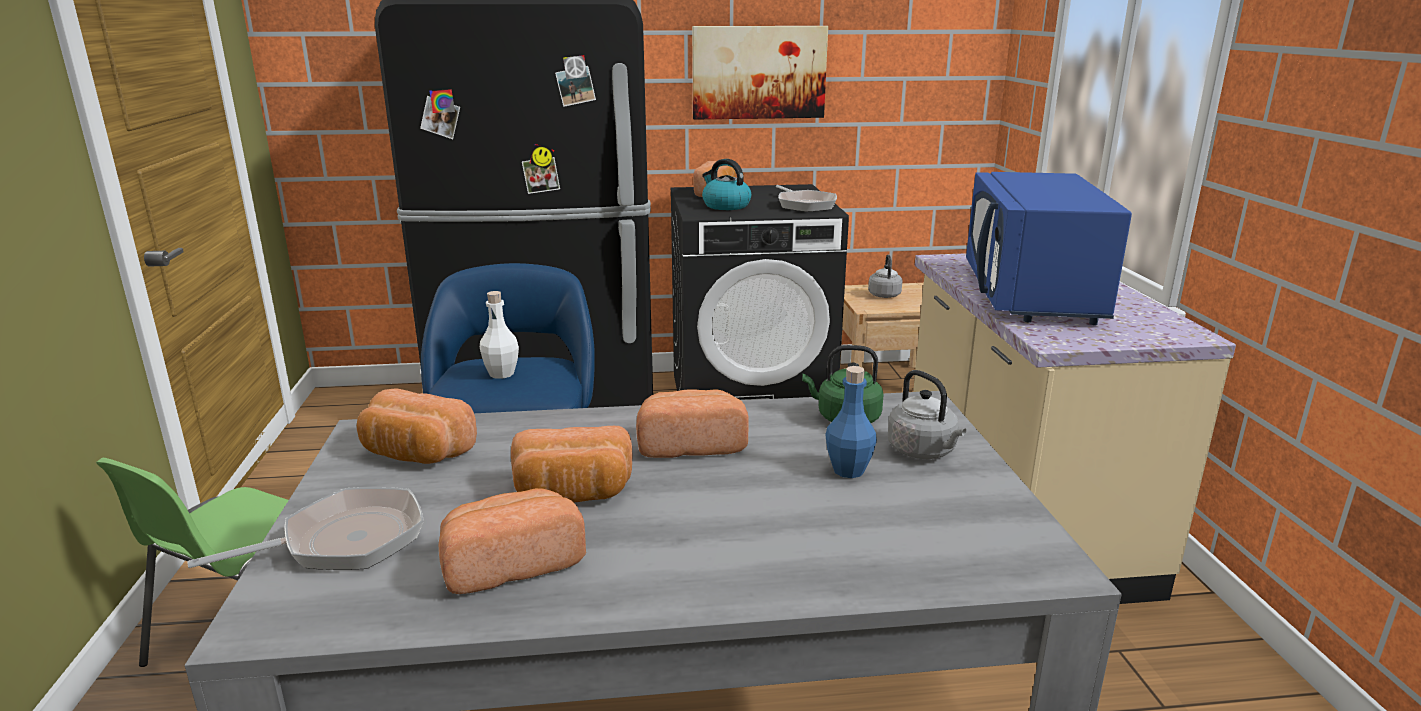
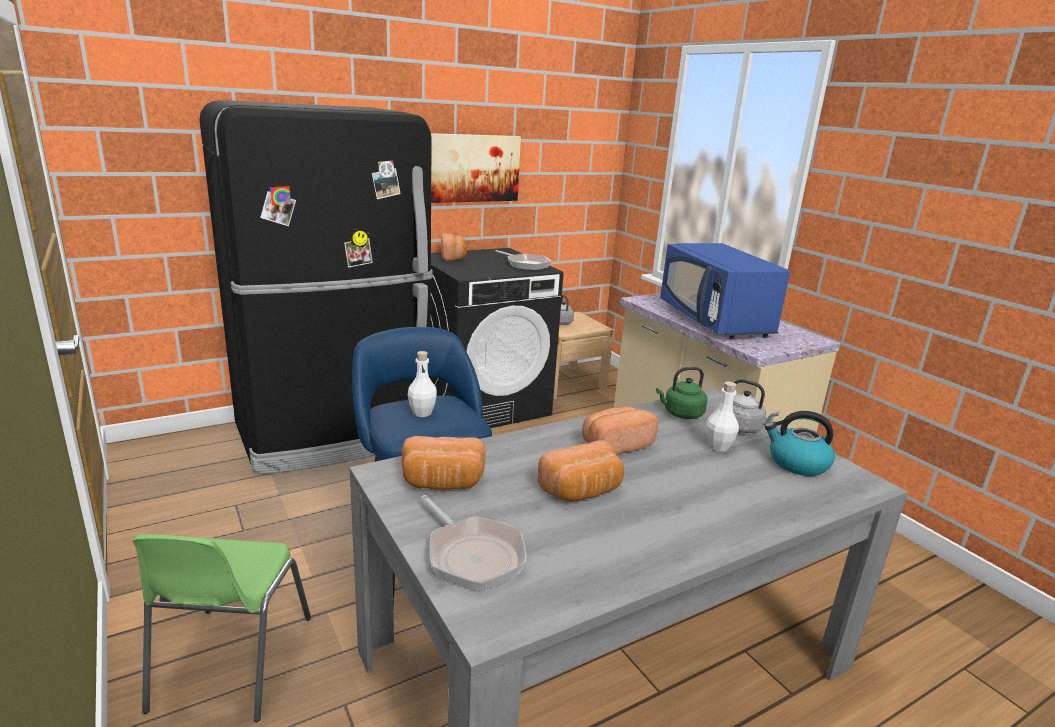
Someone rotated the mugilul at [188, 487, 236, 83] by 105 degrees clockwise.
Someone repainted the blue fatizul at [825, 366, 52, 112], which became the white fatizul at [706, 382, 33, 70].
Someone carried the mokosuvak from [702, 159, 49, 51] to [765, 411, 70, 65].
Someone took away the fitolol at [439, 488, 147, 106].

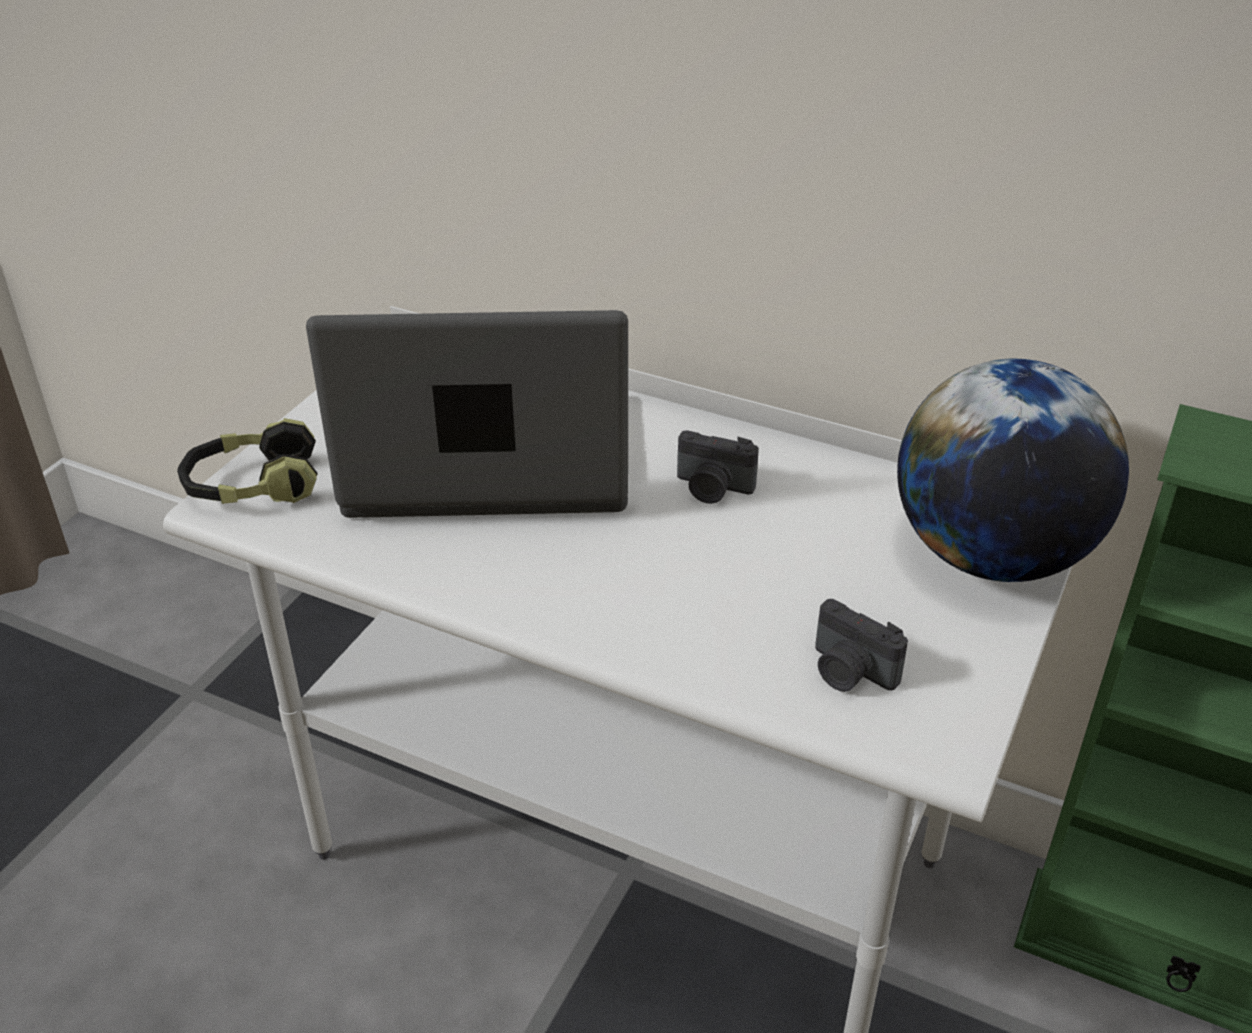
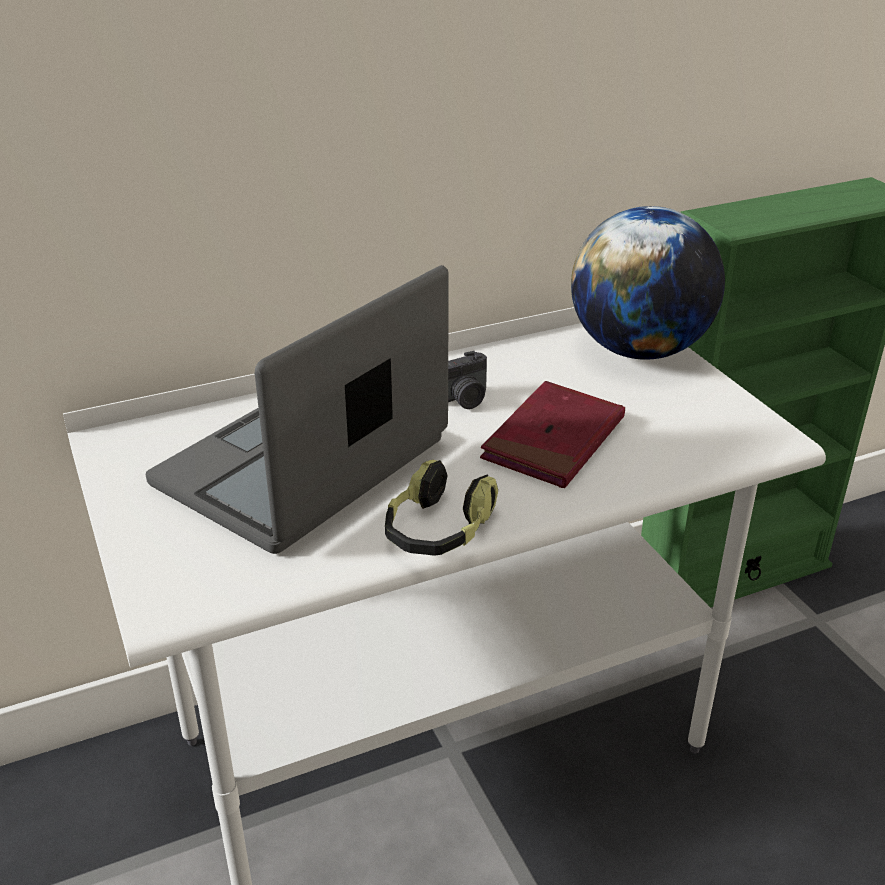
Someone carried the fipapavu from [177, 418, 141, 86] to [385, 460, 113, 96].
Someone put down the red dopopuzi at [480, 381, 145, 107].
Someone took away the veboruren at [815, 599, 93, 93].

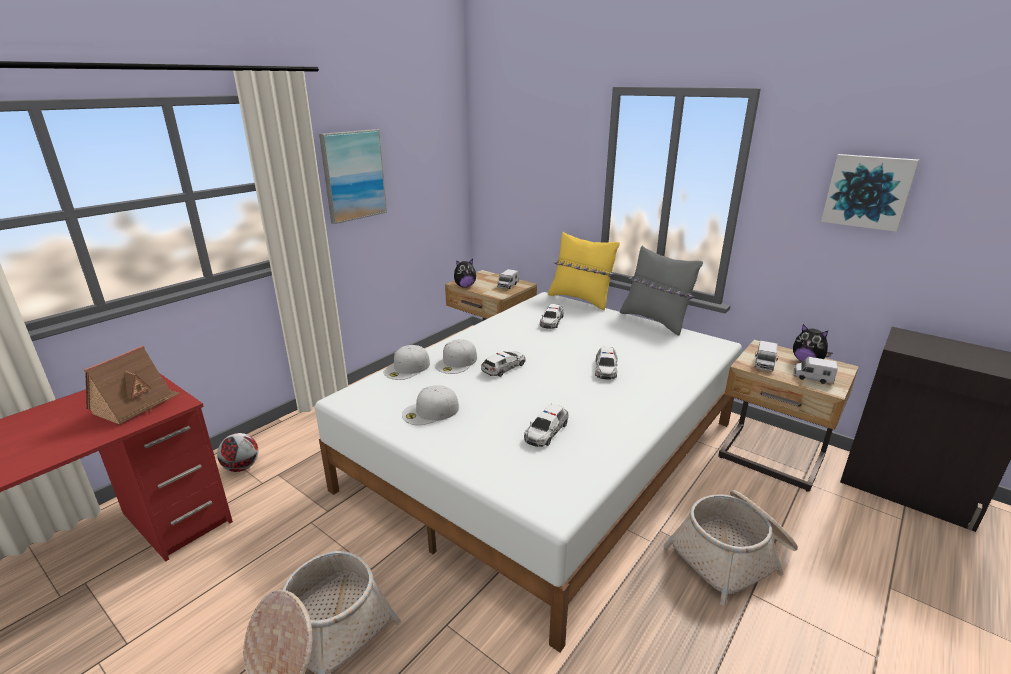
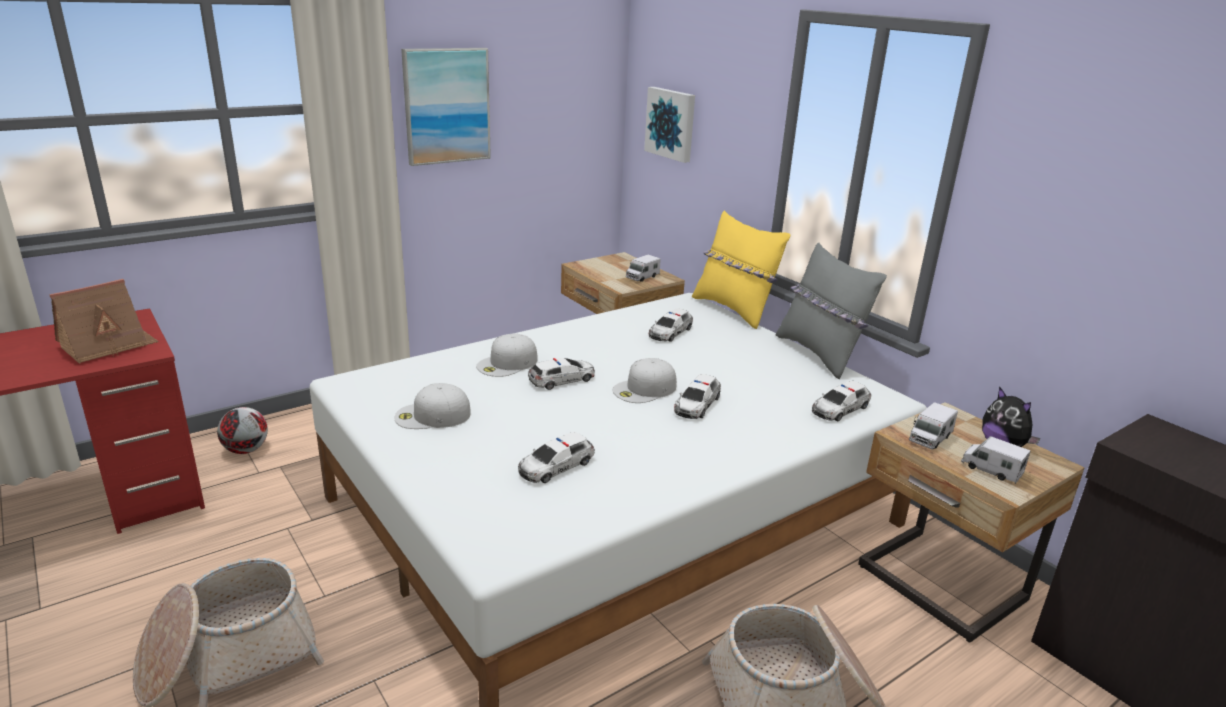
Someone carried the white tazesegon from [384, 345, 46, 35] to [612, 358, 65, 45].
Someone carried the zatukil from [821, 154, 98, 78] to [644, 87, 51, 76].
Someone put down the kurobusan at [812, 381, 59, 40].
Someone took away the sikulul at [454, 259, 22, 29].

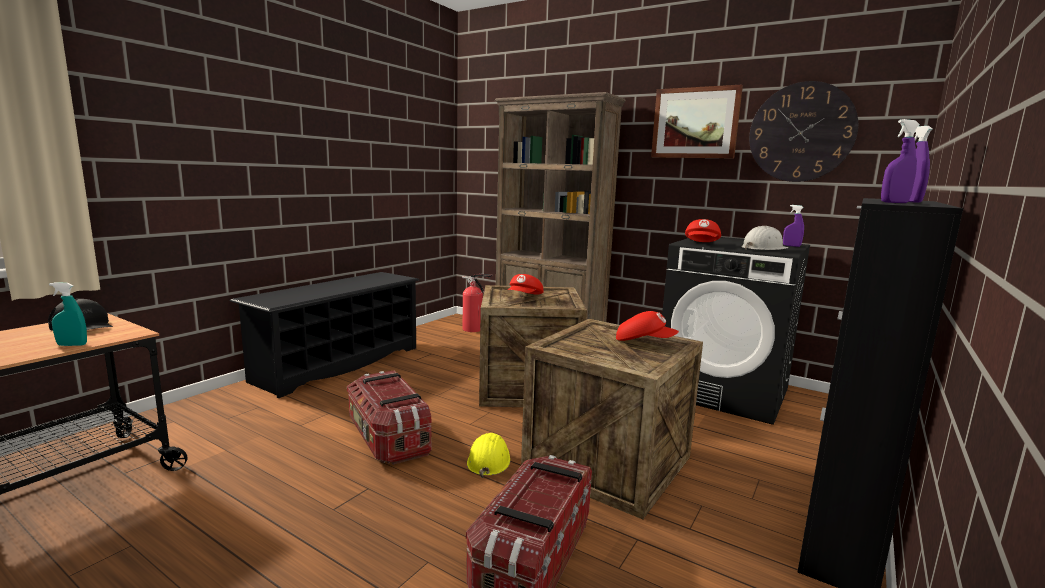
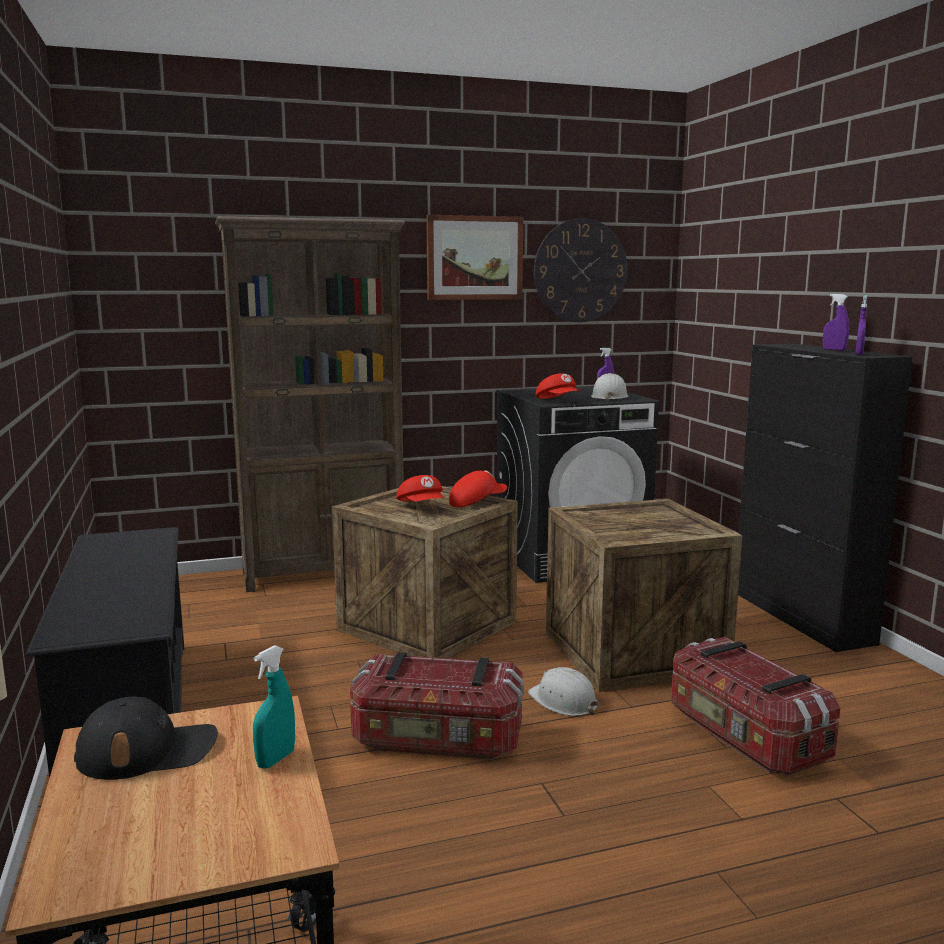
Someone carried the red tazesegon from [616, 311, 63, 30] to [449, 470, 58, 37].
Someone repainted the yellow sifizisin at [467, 433, 43, 45], which became the white sifizisin at [528, 667, 71, 49].
Someone took away the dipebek at [462, 274, 30, 58].

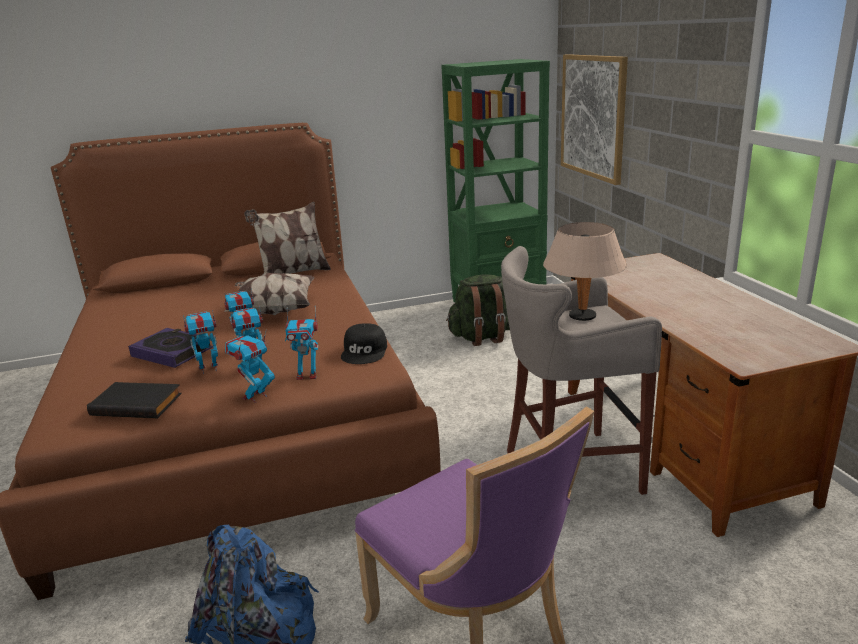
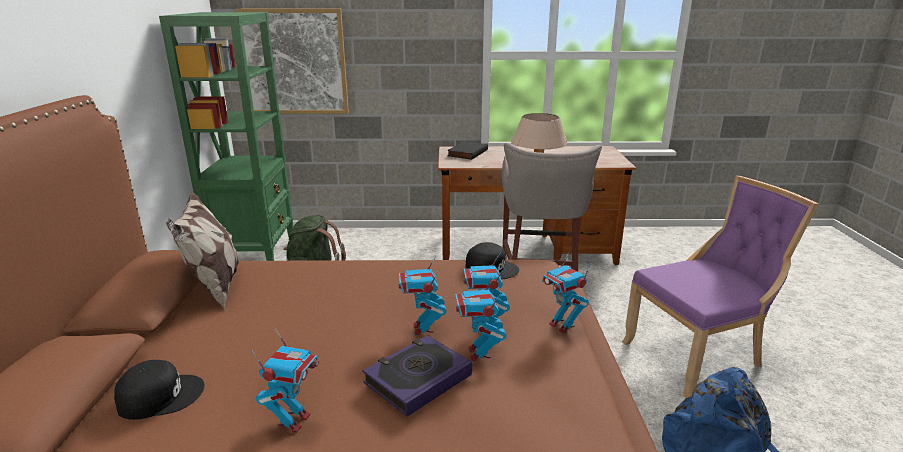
Someone put down the black tazesegon at [114, 360, 91, 60].
Someone carried the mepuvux from [285, 306, 33, 74] to [252, 328, 67, 105].
Someone carried the black dopopuzi from [87, 382, 95, 36] to [447, 141, 41, 19].
Someone took away the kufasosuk at [224, 273, 91, 42].

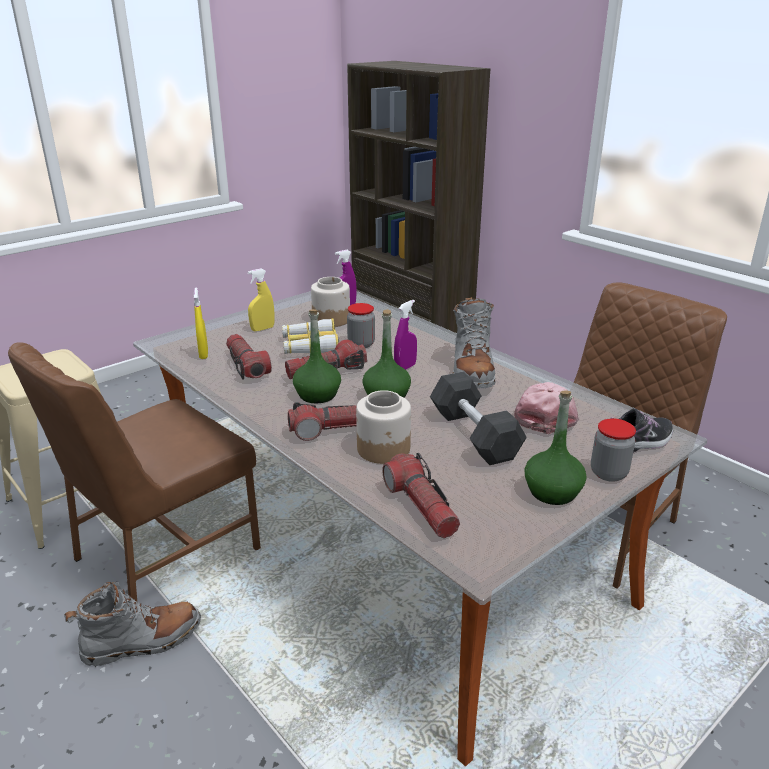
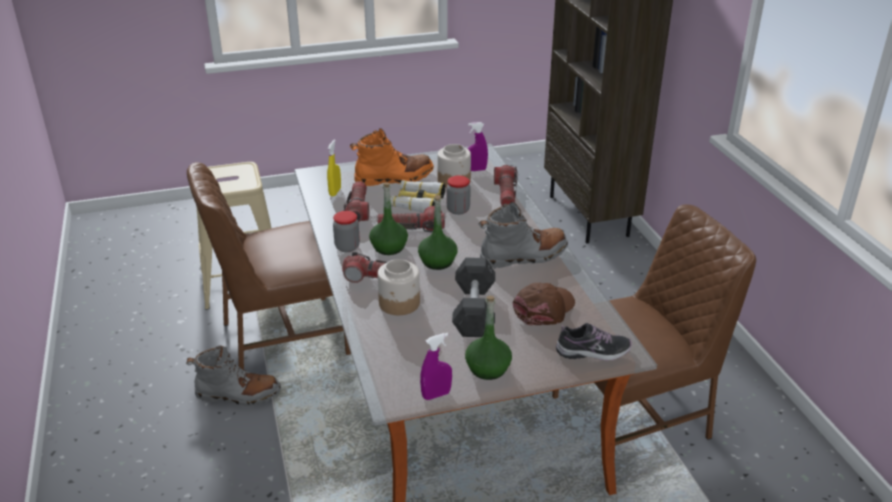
Someone carried the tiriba from [591, 418, 45, 64] to [333, 211, 27, 41].
Someone swapped the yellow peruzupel at [248, 268, 27, 63] for the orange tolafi at [350, 128, 84, 58].
Someone carried the purple peruzupel from [394, 300, 23, 70] to [420, 333, 32, 67].
Someone rotated the grey tolafi at [453, 297, 42, 92] by 135 degrees counterclockwise.
Someone carried the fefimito from [382, 453, 78, 85] to [494, 165, 24, 41].
Someone repainted the pink tazesegon at [514, 382, 65, 52], which became the brown tazesegon at [513, 283, 62, 43].

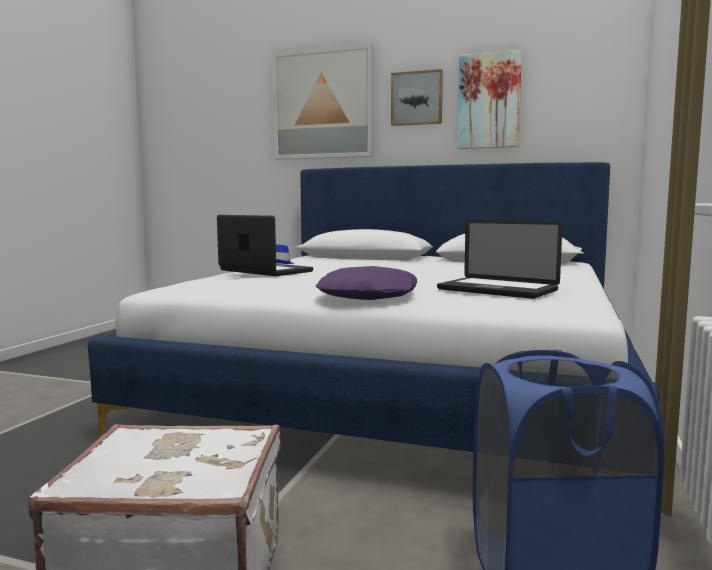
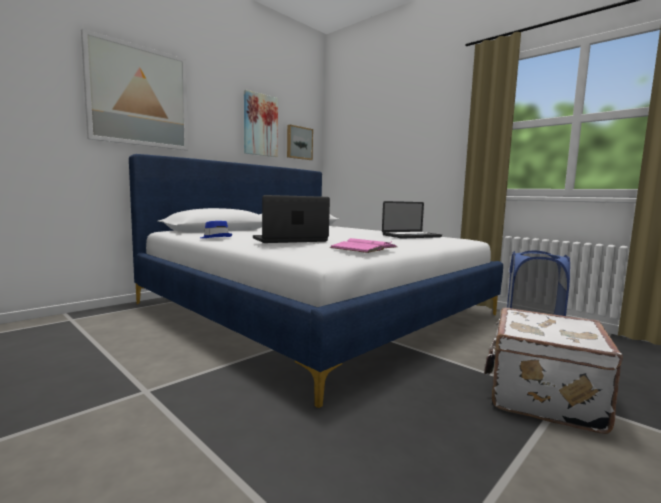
Someone carried the zatukil from [391, 69, 52, 57] to [287, 125, 26, 35].
Someone put down the pink dopopuzi at [330, 238, 67, 15].
Someone took away the purple kufasosuk at [316, 266, 101, 34].

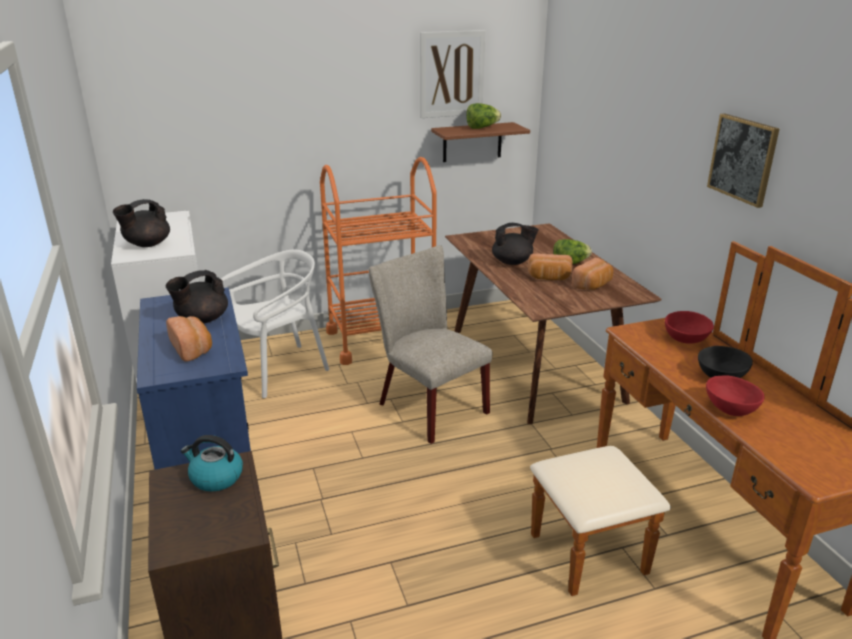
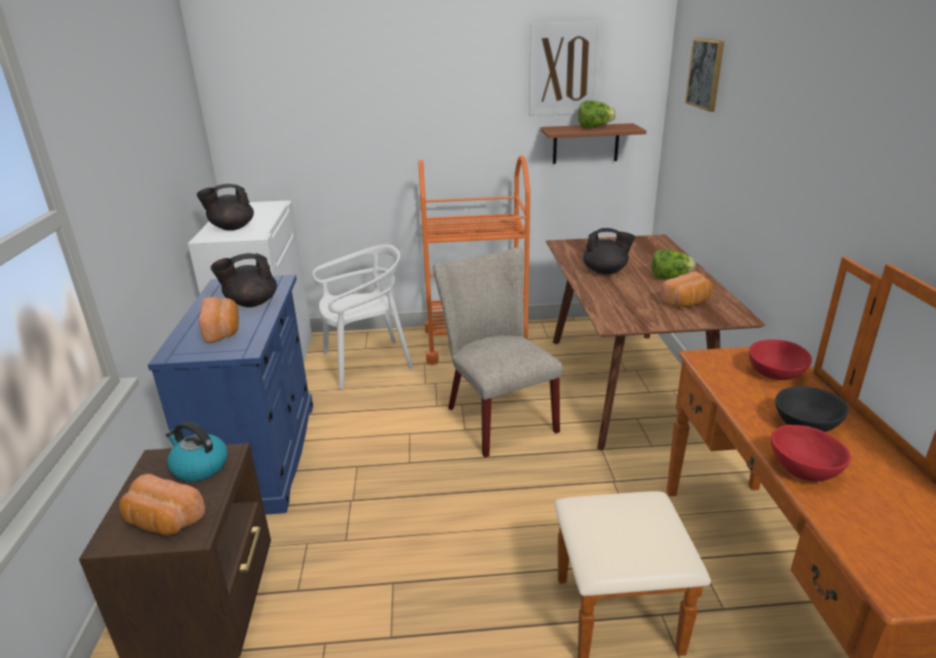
Someone carried the fitolol from [528, 253, 45, 27] to [119, 474, 86, 61].
Someone carried the zatukil from [707, 113, 72, 95] to [685, 38, 39, 74].

